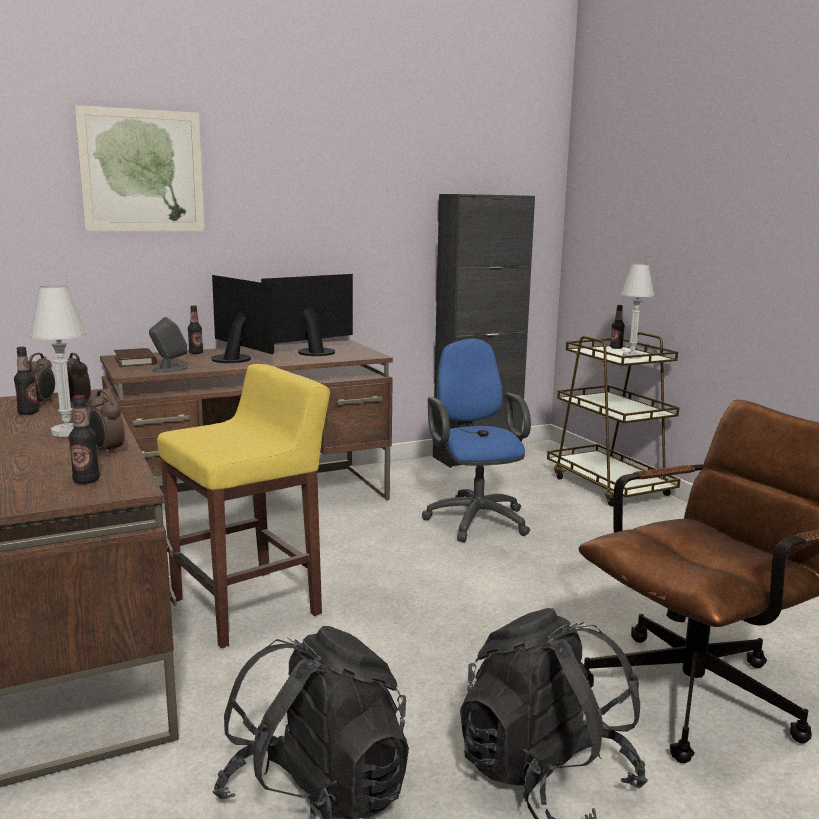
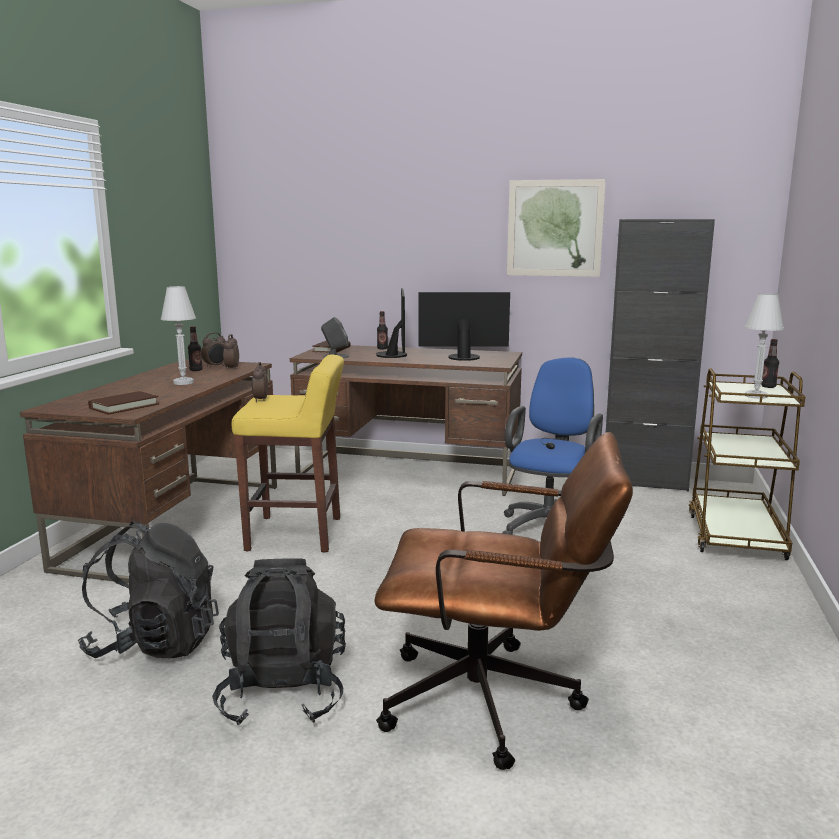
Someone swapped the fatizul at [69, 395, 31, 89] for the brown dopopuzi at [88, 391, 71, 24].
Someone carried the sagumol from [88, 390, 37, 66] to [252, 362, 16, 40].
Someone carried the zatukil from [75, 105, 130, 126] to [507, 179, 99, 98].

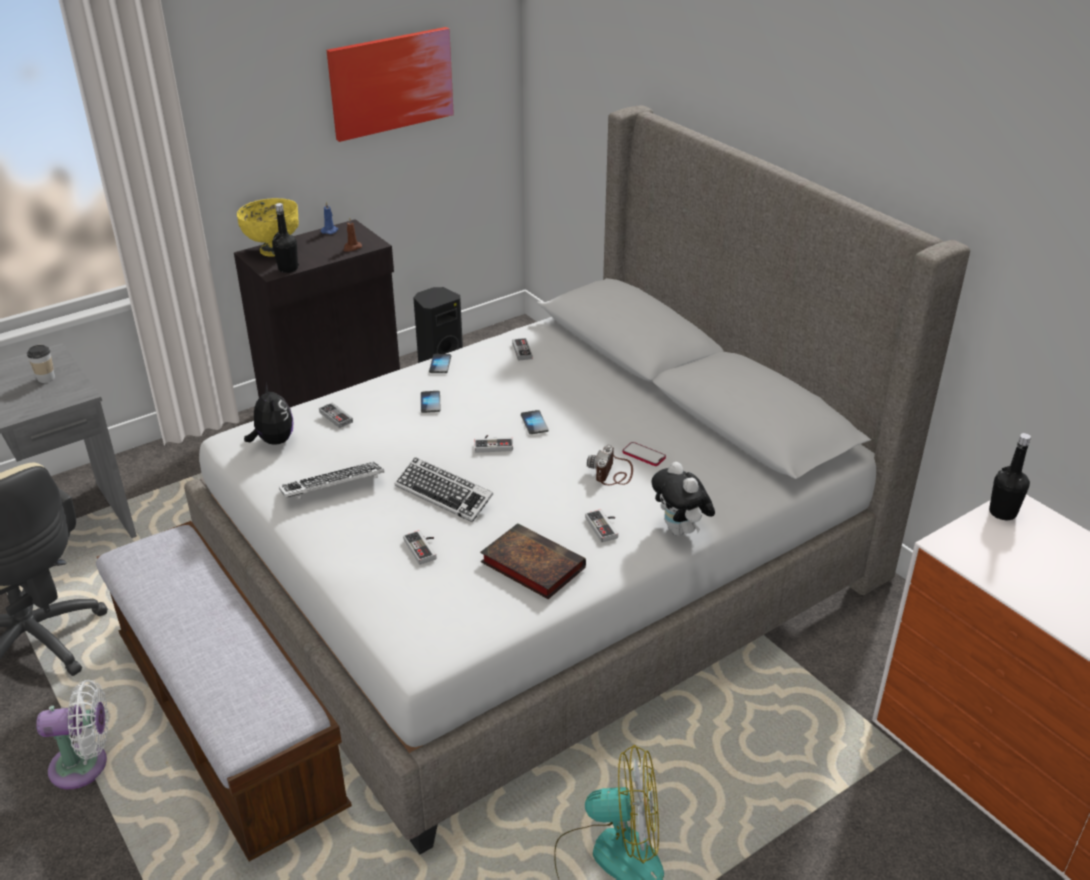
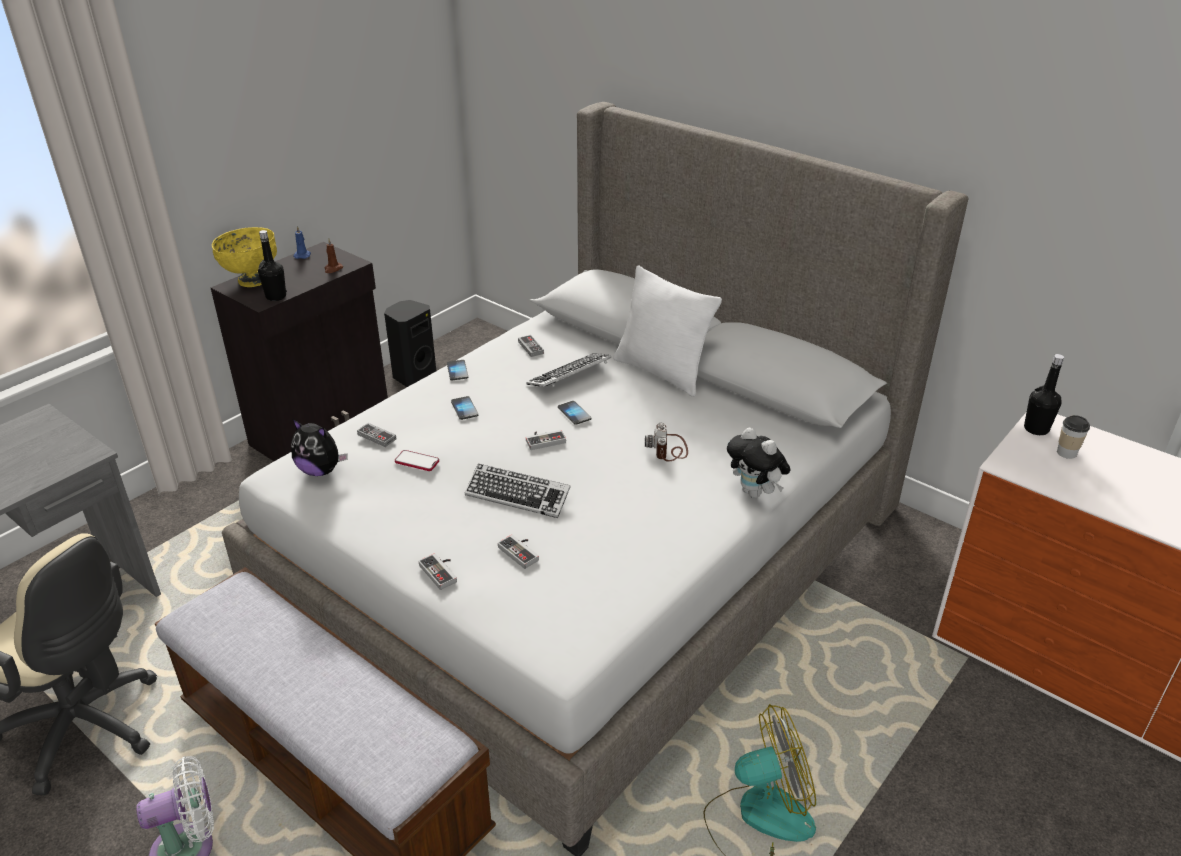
Someone rotated the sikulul at [244, 383, 49, 62] by 150 degrees clockwise.
Someone carried the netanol from [623, 442, 43, 24] to [395, 450, 44, 21].
Someone carried the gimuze from [585, 509, 33, 33] to [418, 553, 39, 37].
Someone carried the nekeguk from [279, 462, 105, 37] to [527, 353, 84, 34].
Someone put down the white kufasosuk at [613, 265, 109, 132].
Someone carried the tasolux from [27, 345, 28, 38] to [1057, 415, 33, 44].
Someone took away the zatukil at [326, 27, 128, 115].
Someone took away the dopopuzi at [480, 523, 106, 76].

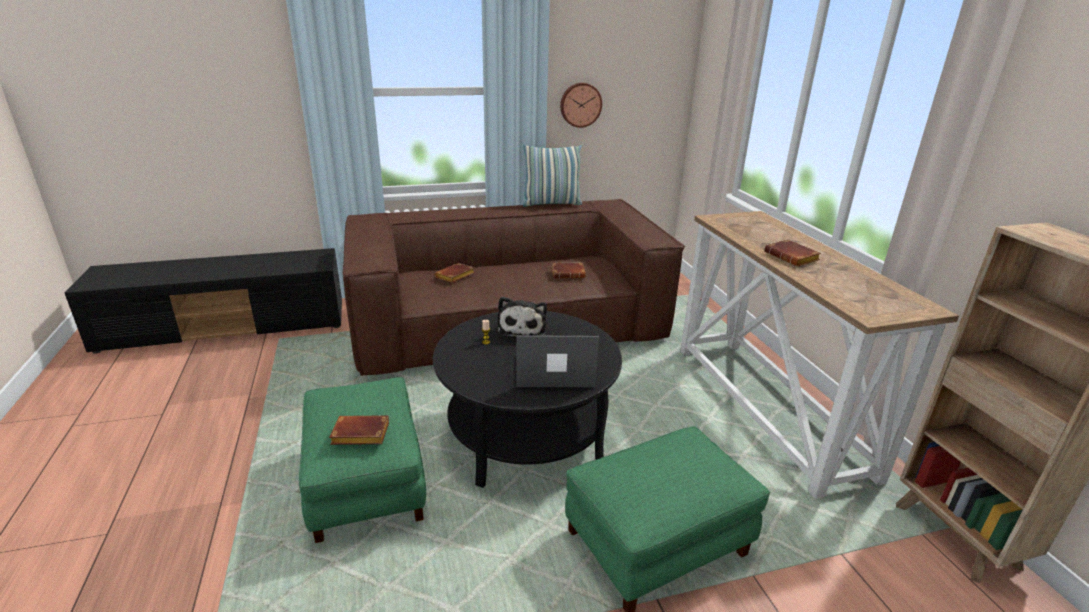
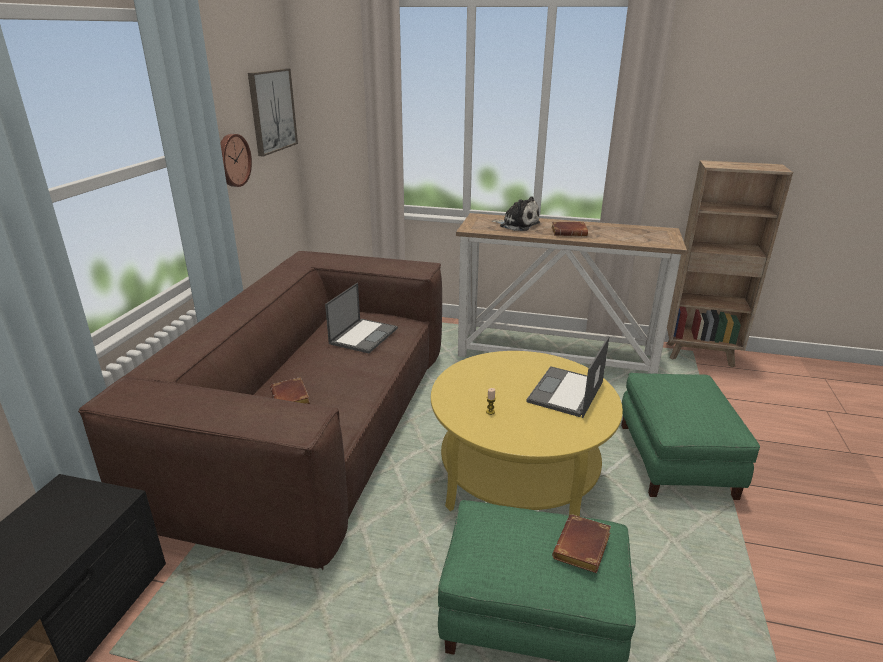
Someone put up the zatukil at [248, 68, 50, 88].
Someone swapped the brown dopopuzi at [551, 262, 35, 16] for the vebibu at [325, 283, 73, 70].
Someone repainted the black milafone at [433, 311, 189, 177], which became the yellow milafone at [431, 351, 192, 166].
Someone carried the sikulul from [497, 297, 50, 40] to [492, 196, 48, 35].
Someone took away the kufasosuk at [523, 145, 59, 61].

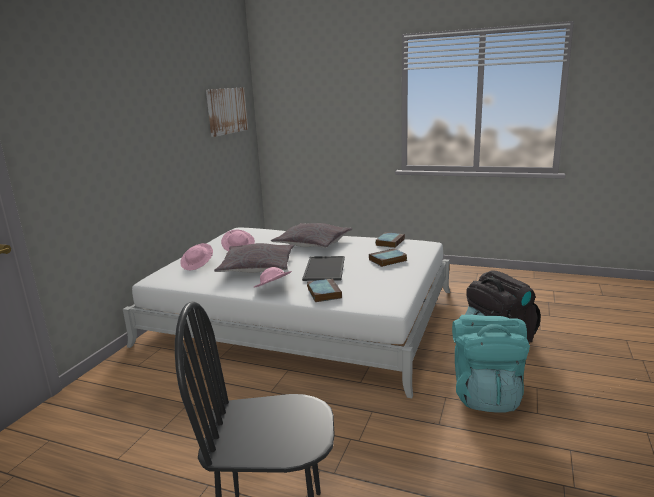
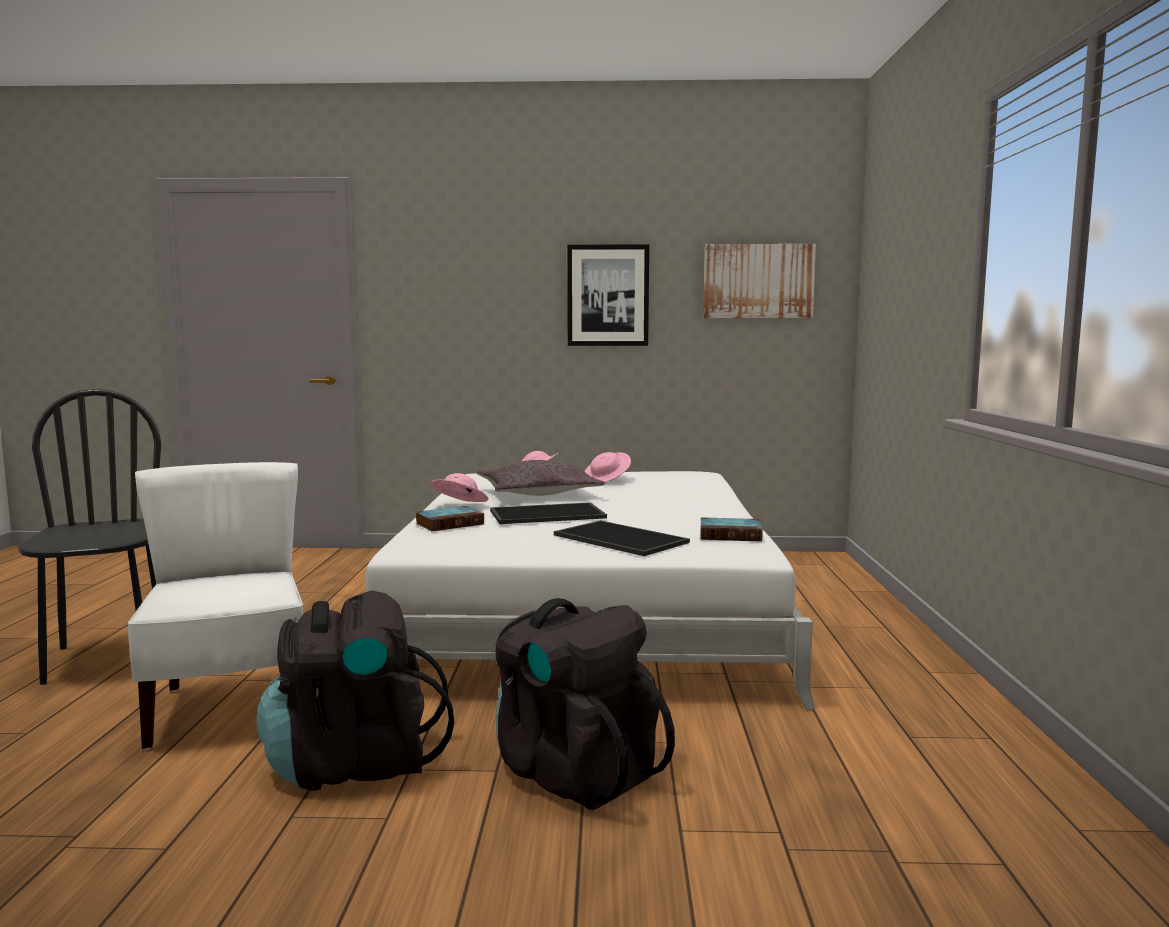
Someone put down the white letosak at [128, 462, 175, 288].
Someone repainted the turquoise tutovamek at [452, 315, 78, 98], which became the black tutovamek at [256, 590, 198, 201].
Someone swapped the dopopuzi at [369, 249, 38, 18] for the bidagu at [554, 520, 136, 36].
Someone put up the zatukil at [567, 244, 82, 102].
Someone took away the grey kufasosuk at [271, 223, 81, 25].

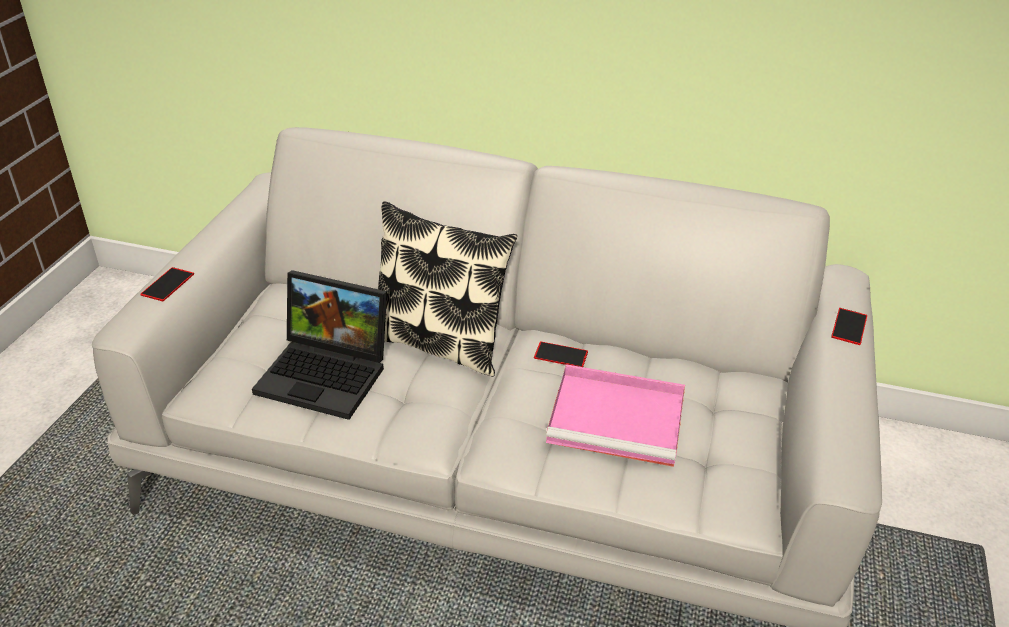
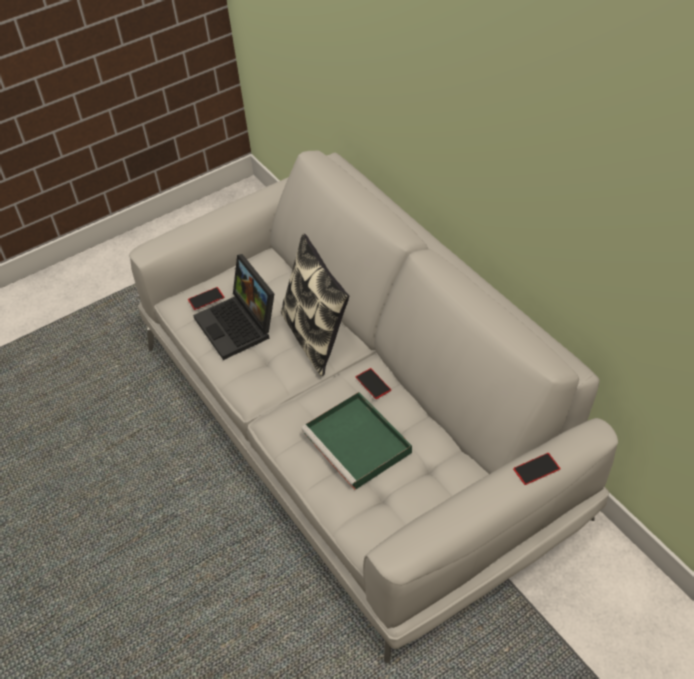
Someone carried the netanol from [140, 267, 54, 34] to [188, 287, 36, 23].
Someone repainted the pink bidagu at [546, 364, 139, 103], which became the green bidagu at [301, 392, 111, 98].

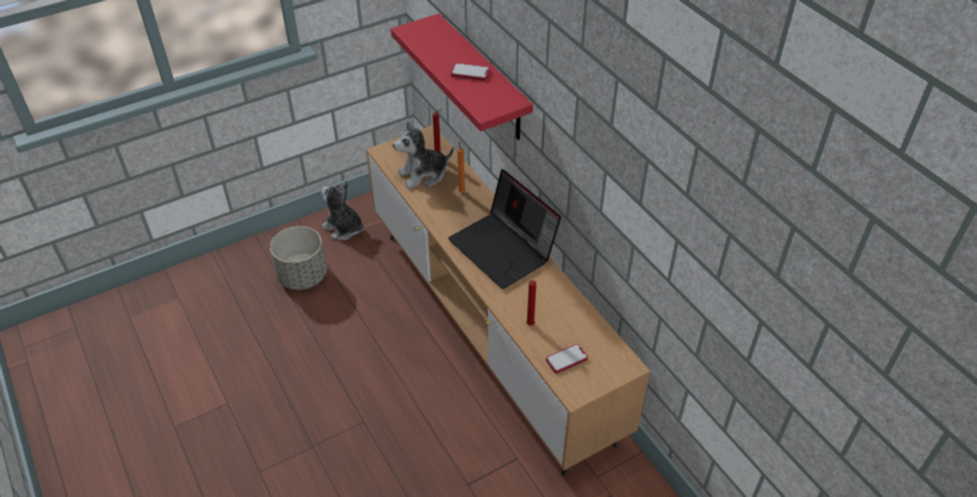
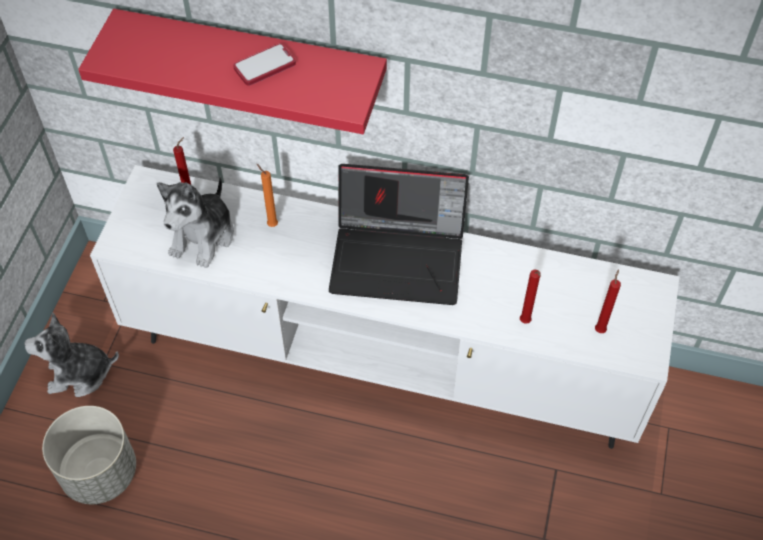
Someone repainted the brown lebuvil at [366, 125, 284, 351], which became the white lebuvil at [90, 165, 590, 284].
Someone swapped the netanol at [546, 344, 42, 30] for the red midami at [595, 269, 26, 64].

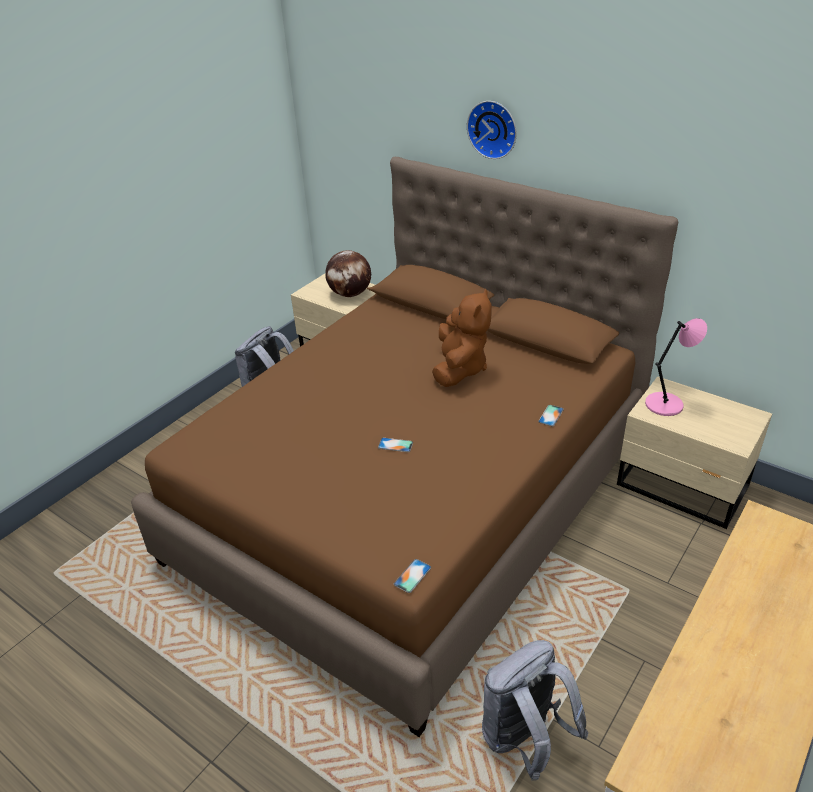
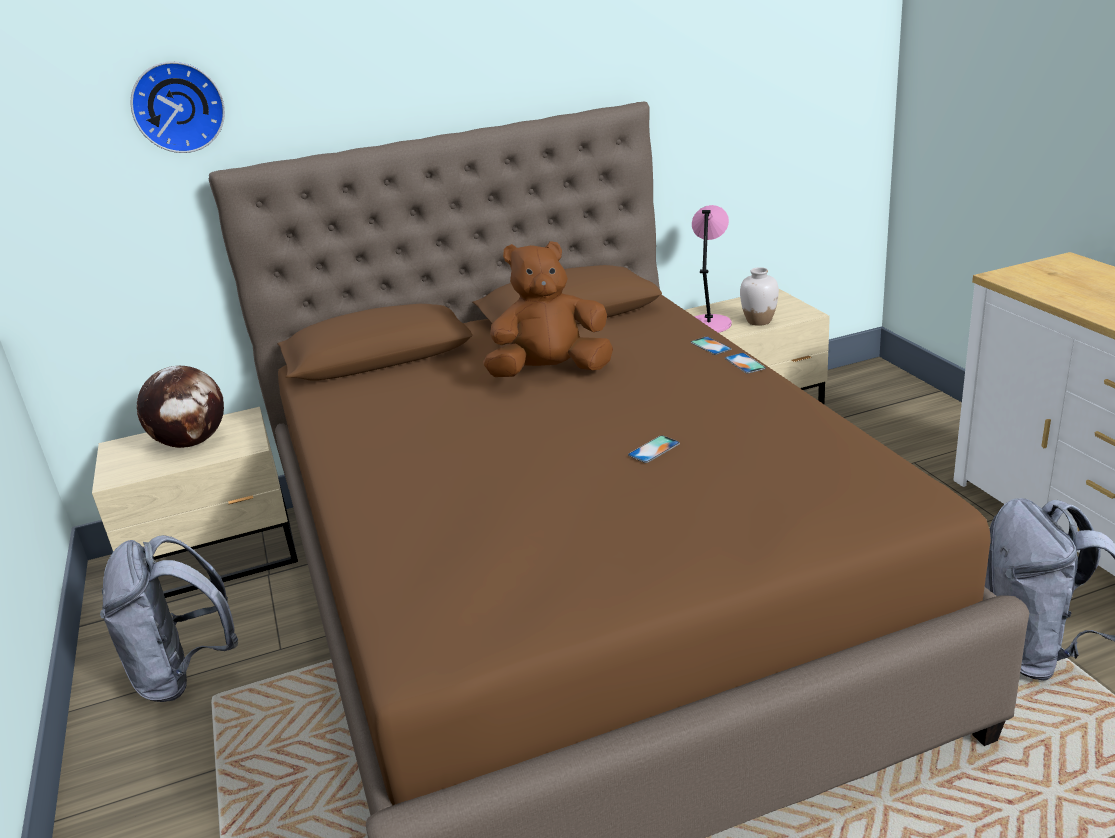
Someone carried the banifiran from [467, 101, 50, 58] to [131, 61, 94, 92].
Someone rotated the brown sikulul at [432, 289, 60, 98] by 60 degrees counterclockwise.
Someone carried the netanol from [394, 559, 37, 34] to [725, 353, 41, 21].
Someone put down the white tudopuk at [740, 267, 39, 59].

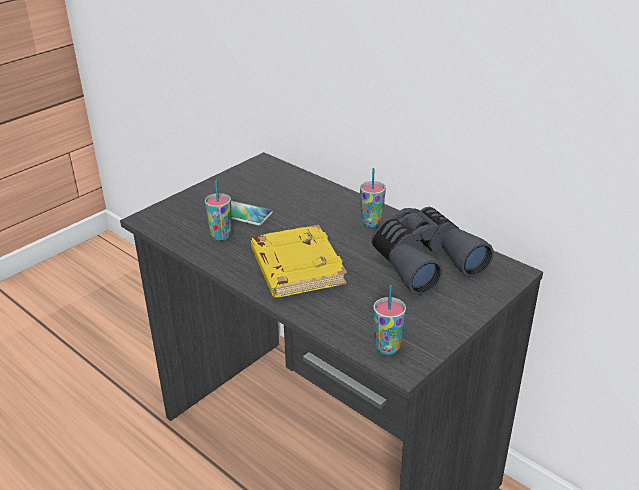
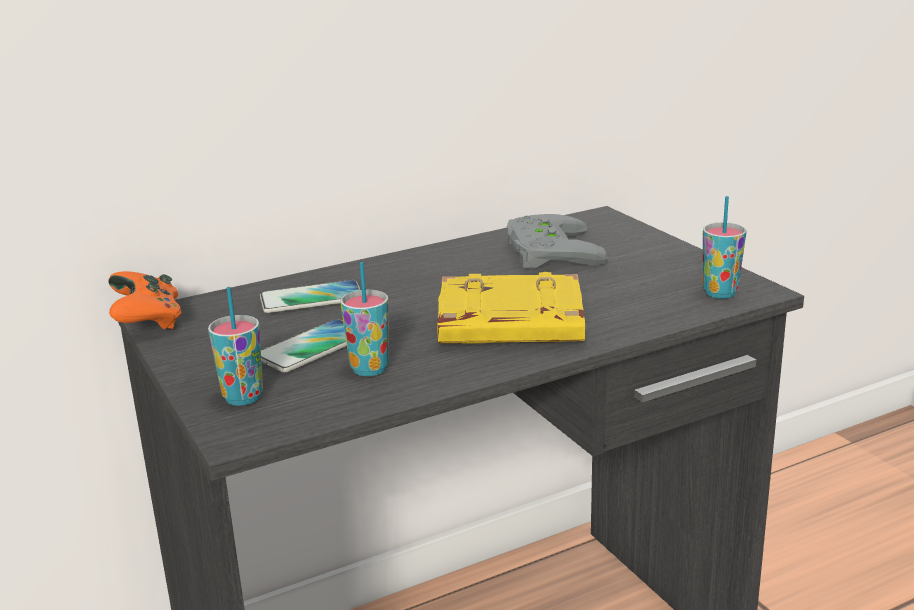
Someone put down the orange gimuze at [108, 271, 73, 59].
Someone carried the tasolux from [360, 168, 26, 59] to [208, 287, 55, 119].
Someone put down the netanol at [260, 280, 101, 33].
Someone swapped the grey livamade at [371, 207, 123, 88] for the grey gimuze at [507, 214, 101, 55].

